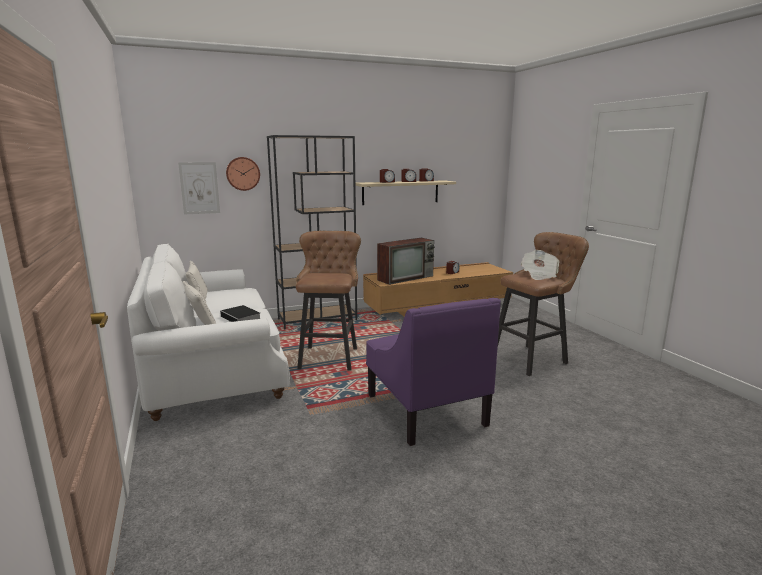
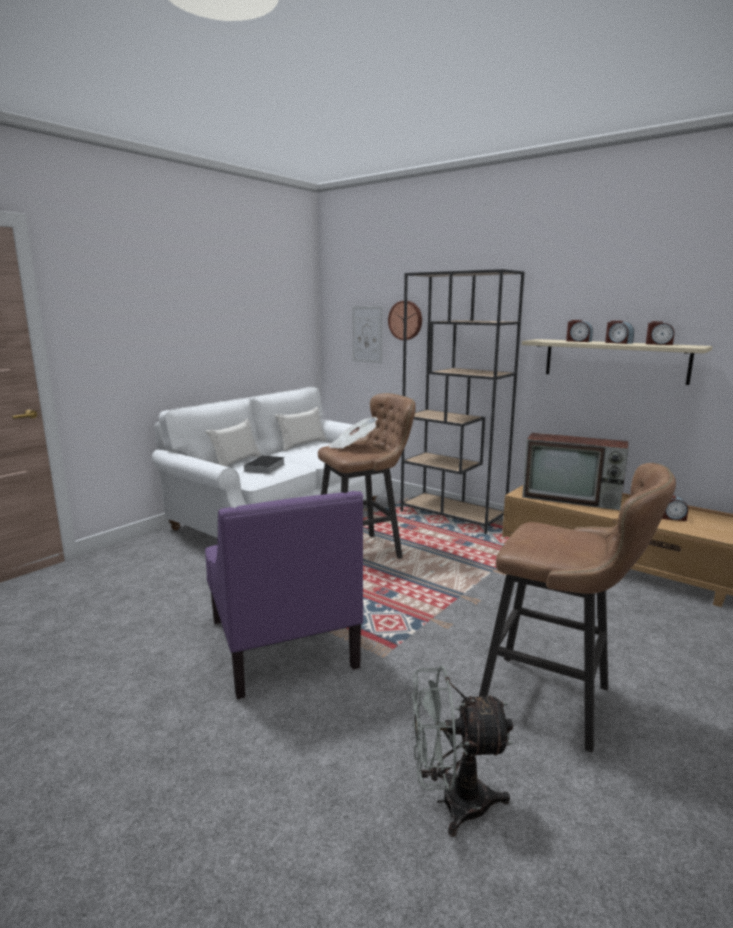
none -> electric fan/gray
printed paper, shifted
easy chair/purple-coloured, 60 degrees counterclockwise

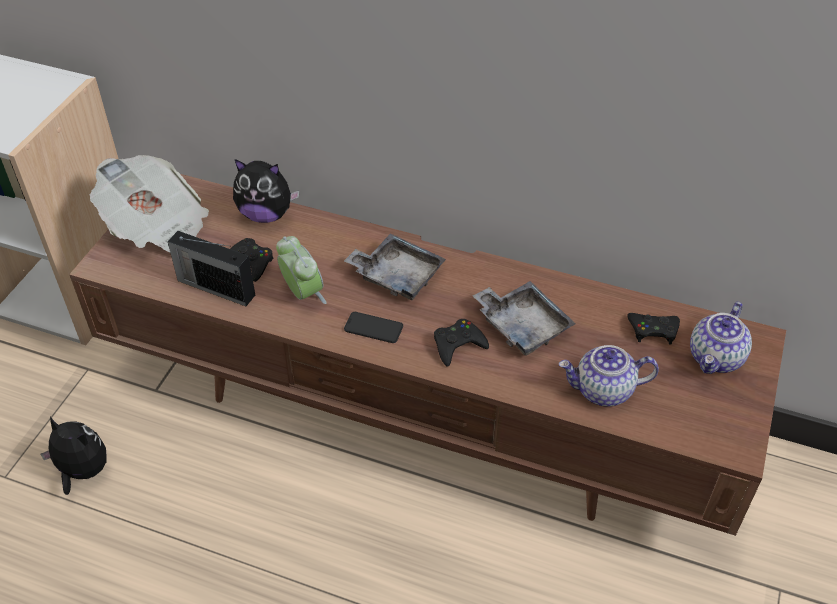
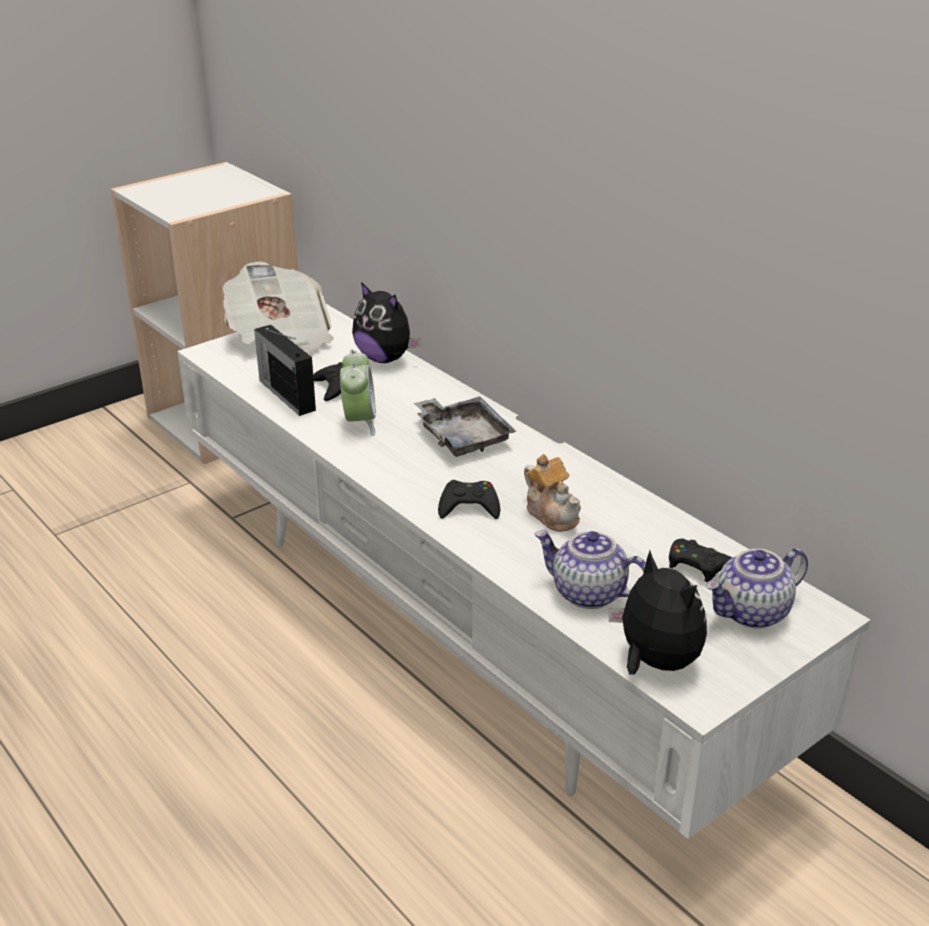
telephone -> none
soft toy (no. 1 from left in the first image) -> soft toy (no. 2 from left), shifted
serving tray/gray (no. 2 from left) -> tea pot (no. 1 from left)
tv unit/brown-coloured -> tv unit/white-coloured

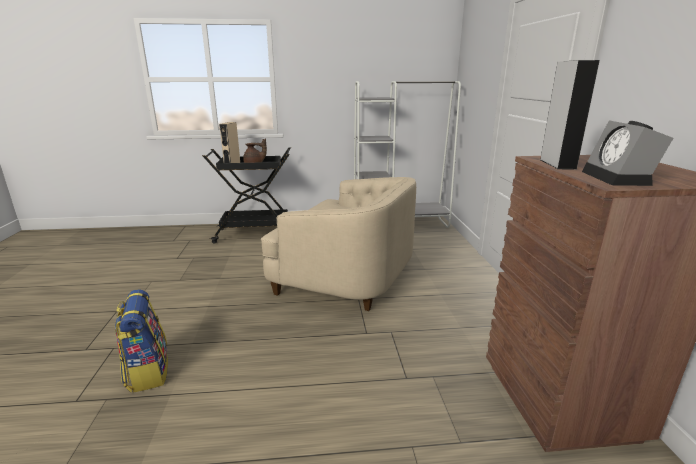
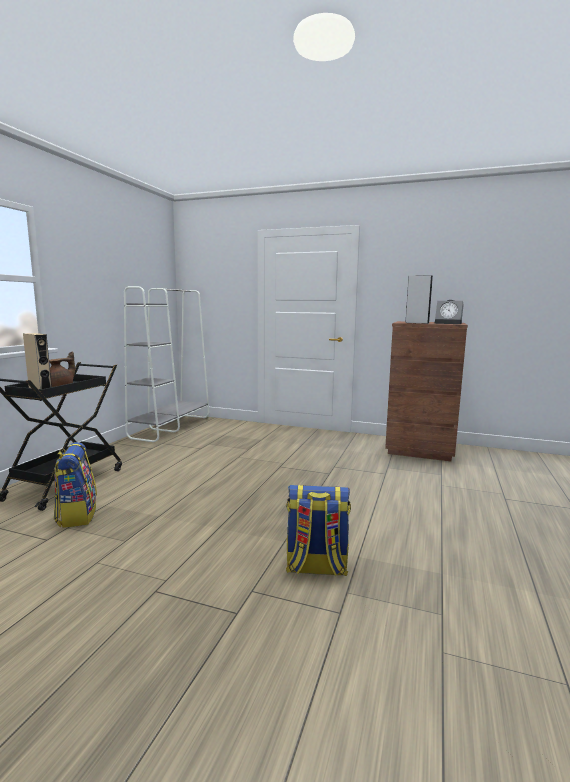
easy chair/sand-coloured -> none
none -> knapsack (no. 1 from left)

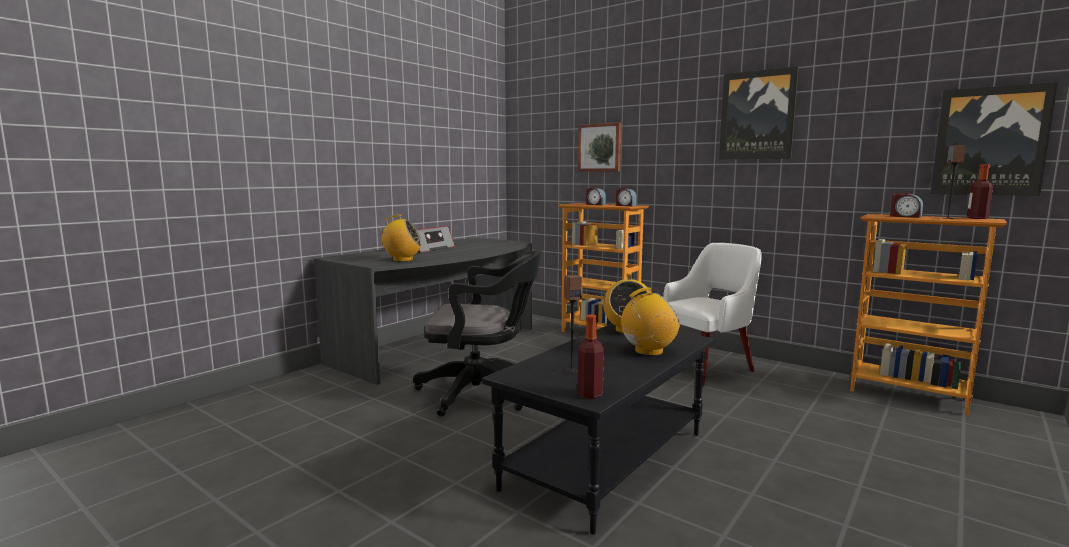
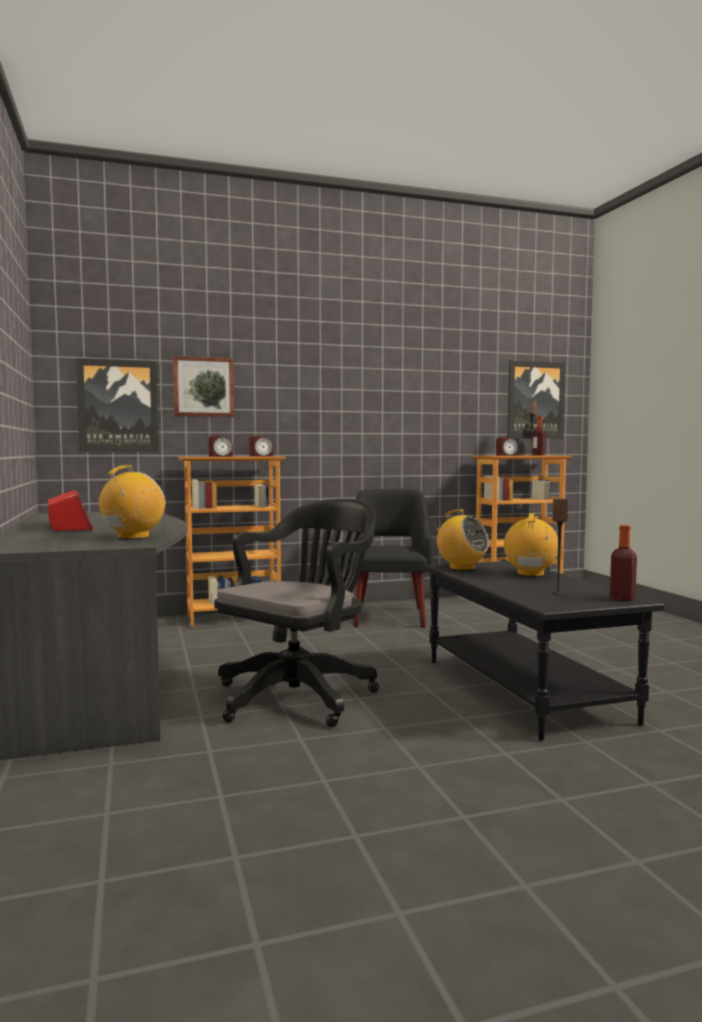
picture (no. 2 from left in the first image) -> picture (no. 1 from left), shifted
easy chair/white-coloured -> easy chair/black

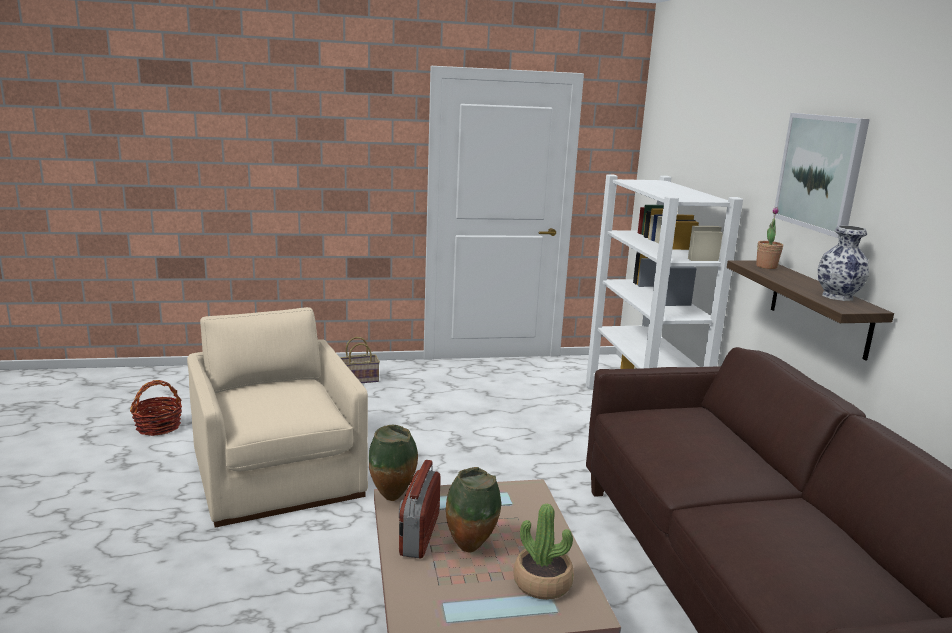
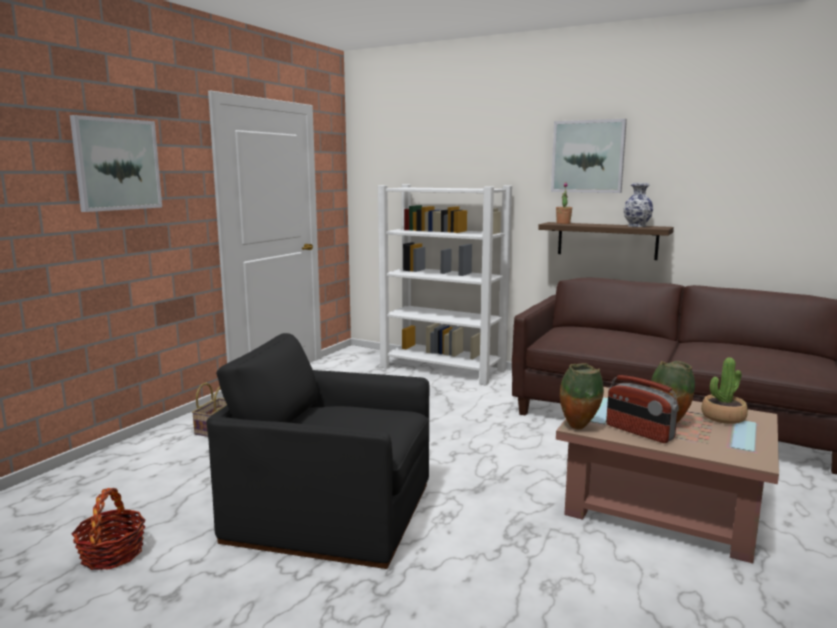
none -> picture (no. 1 from left)
easy chair/sand-coloured -> easy chair/black

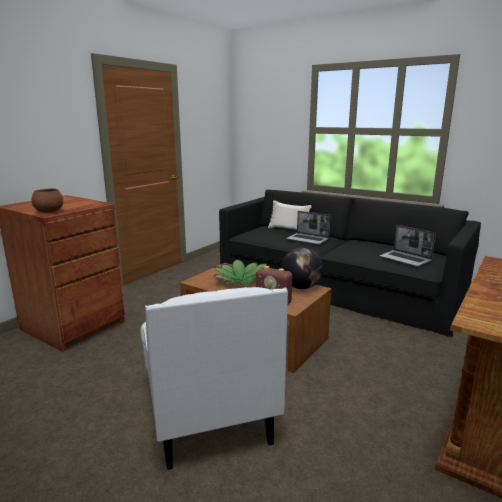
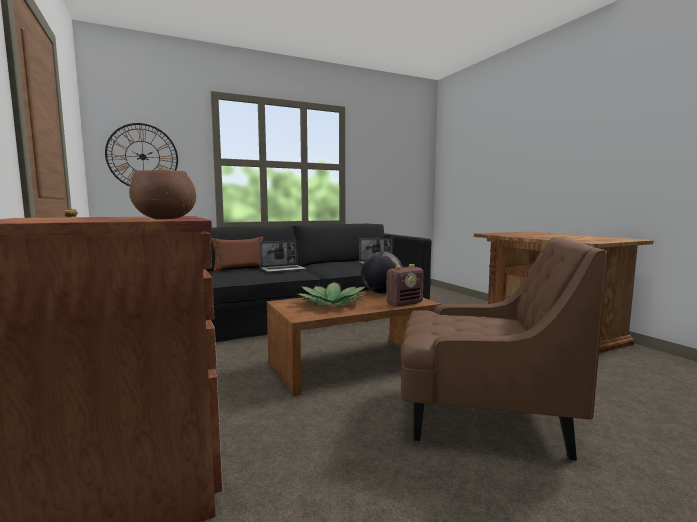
none -> clock on the wall
easy chair/white-coloured -> easy chair/brown-coloured
pillow/white-coloured -> pillow/brown-coloured

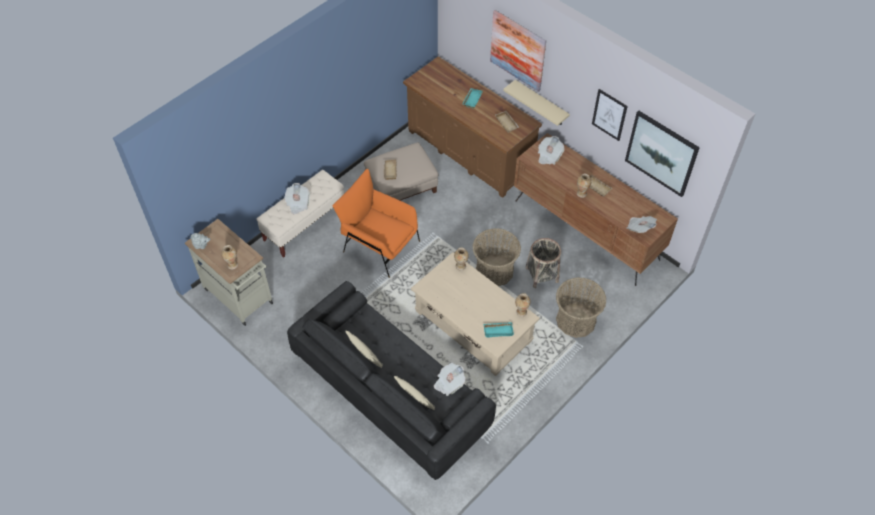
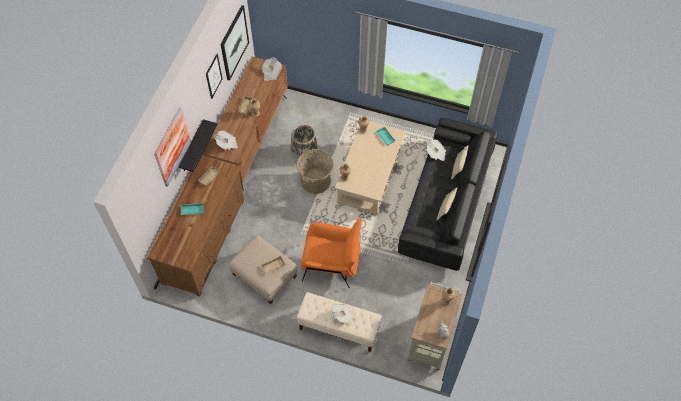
storage basket (no. 3 from left) -> none
shelf/sand-coloured -> shelf/black
easy chair/orange, 90 degrees counterclockwise

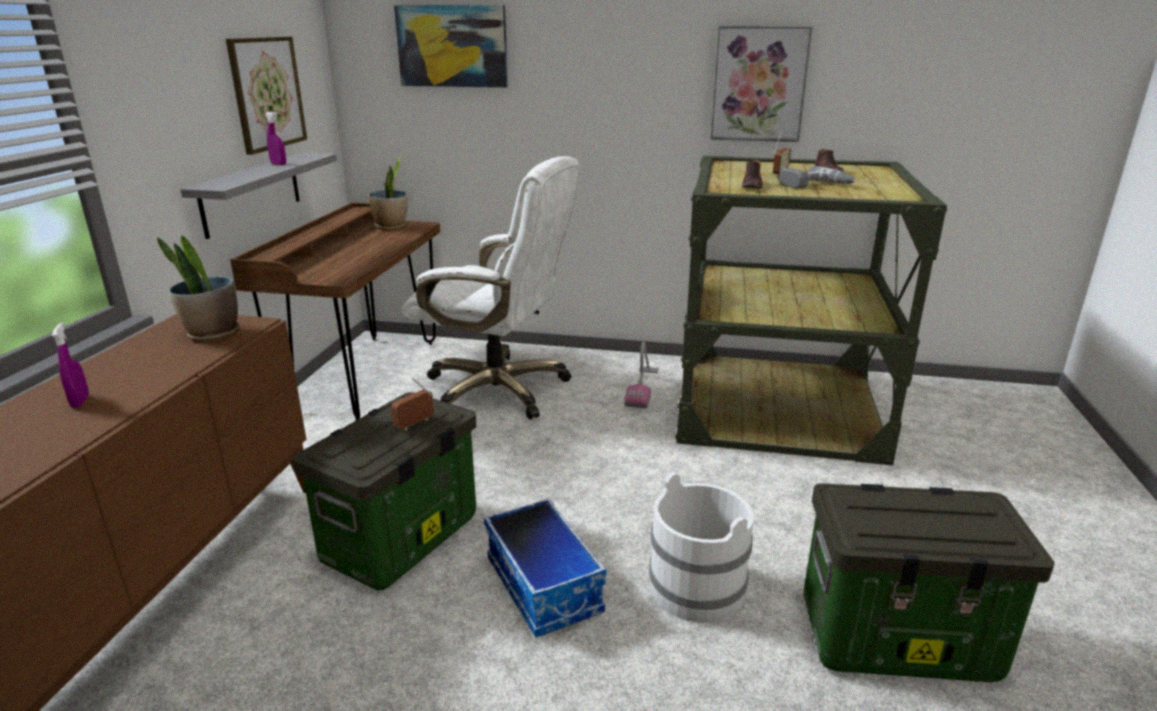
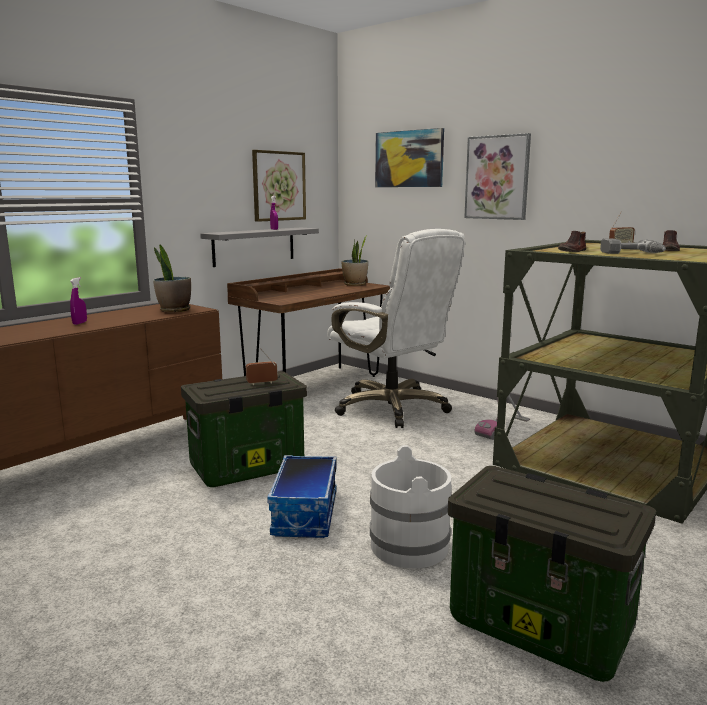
picture (no. 3 from left), shifted

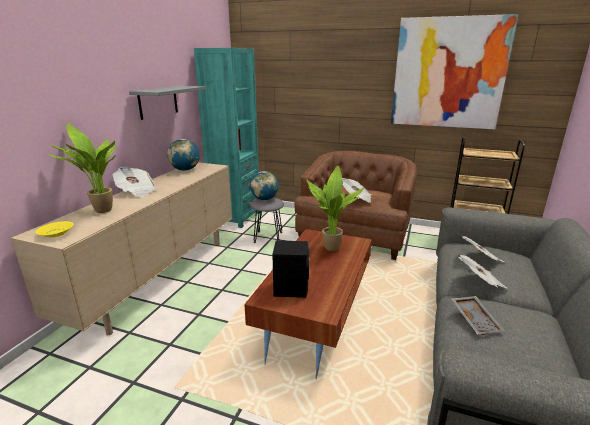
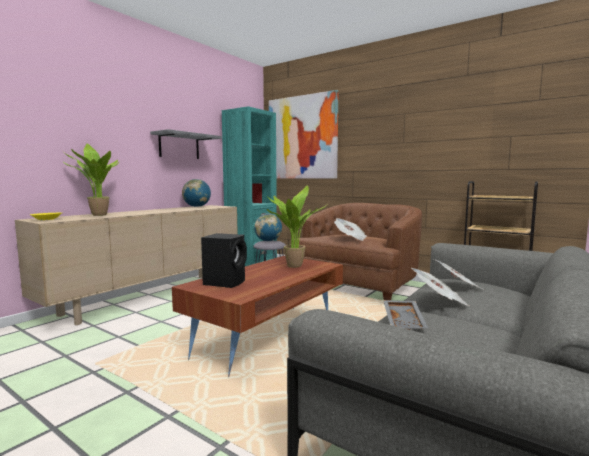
printed paper (no. 1 from left) -> none
picture, shifted

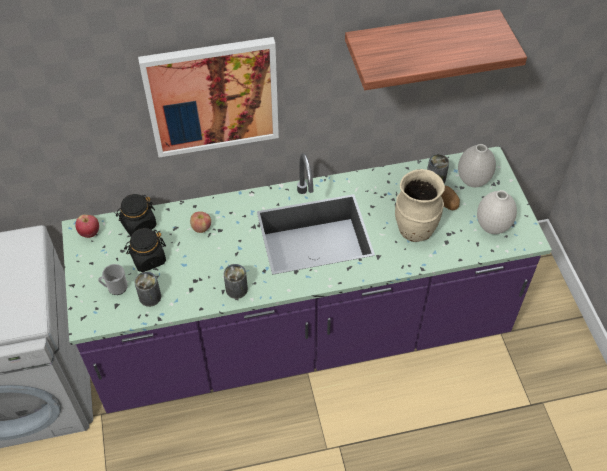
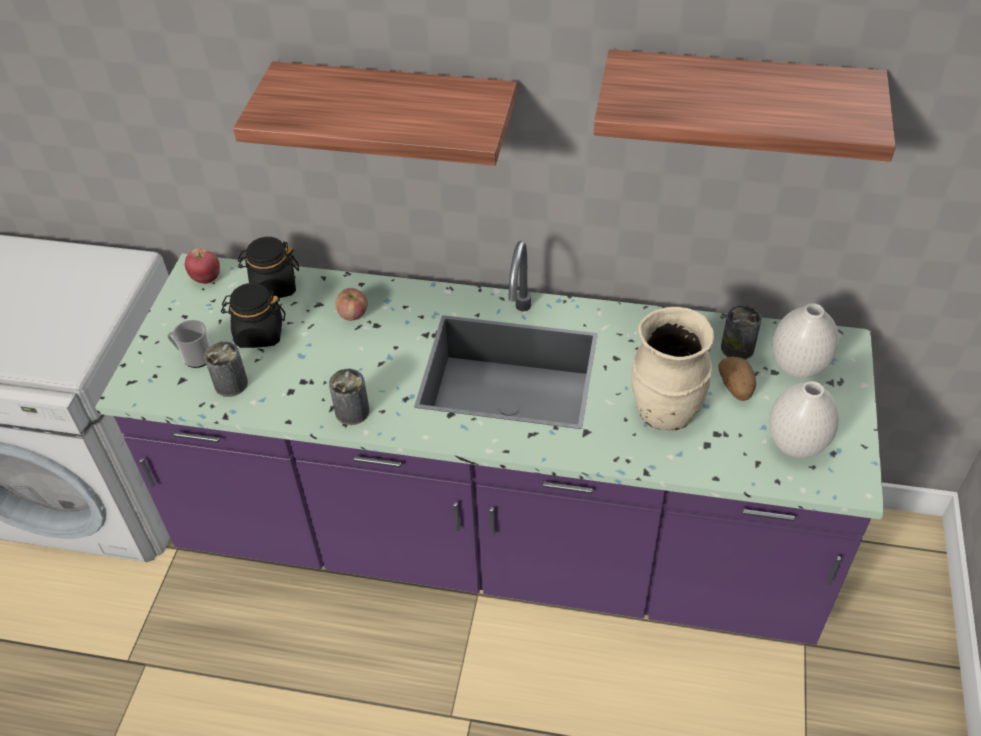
picture -> shelf (no. 1 from left)

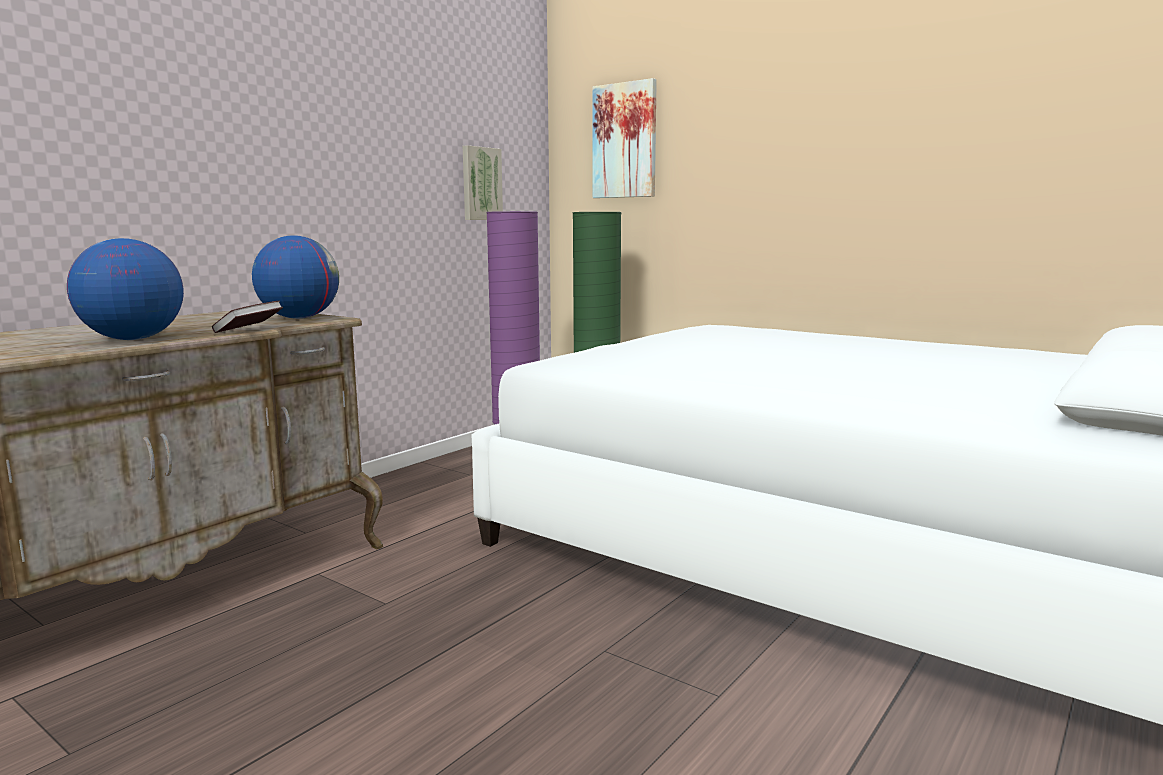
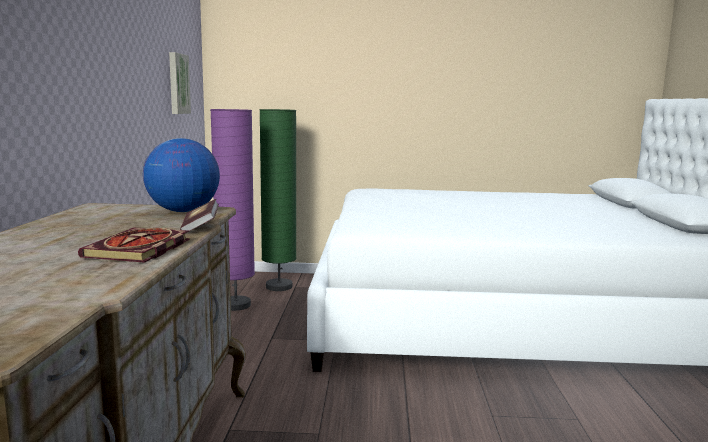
picture (no. 2 from left) -> none
globe (no. 1 from left) -> book (no. 1 from left)

